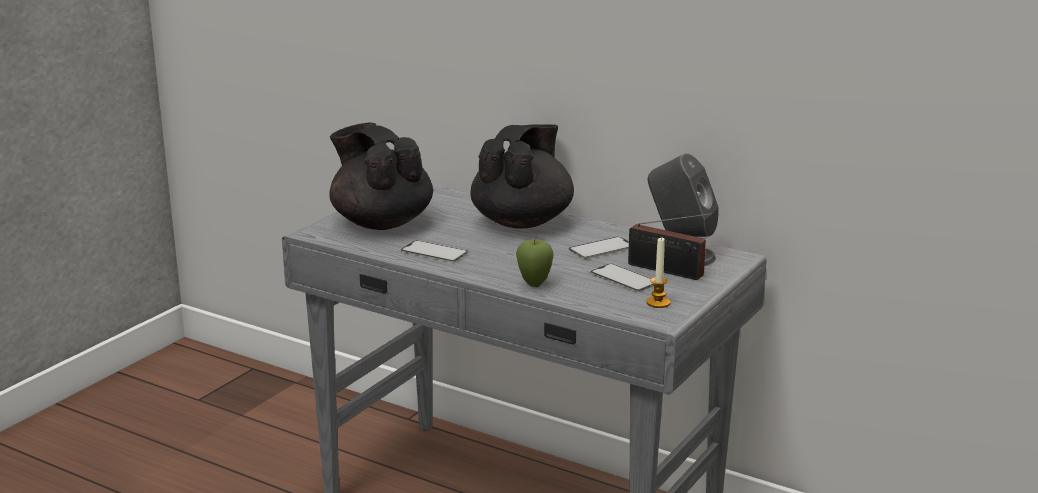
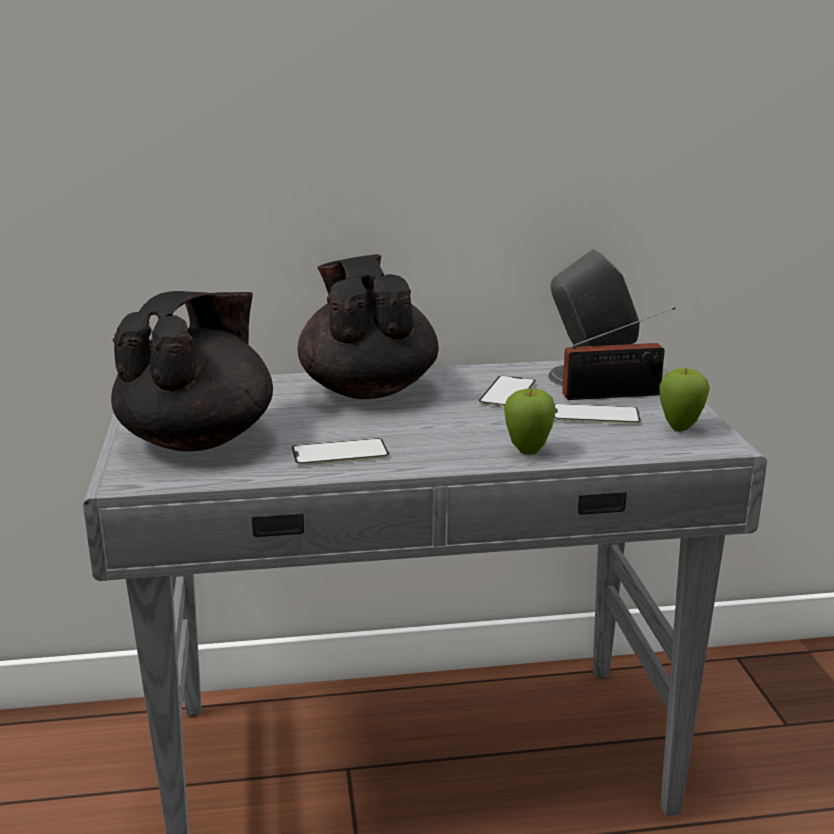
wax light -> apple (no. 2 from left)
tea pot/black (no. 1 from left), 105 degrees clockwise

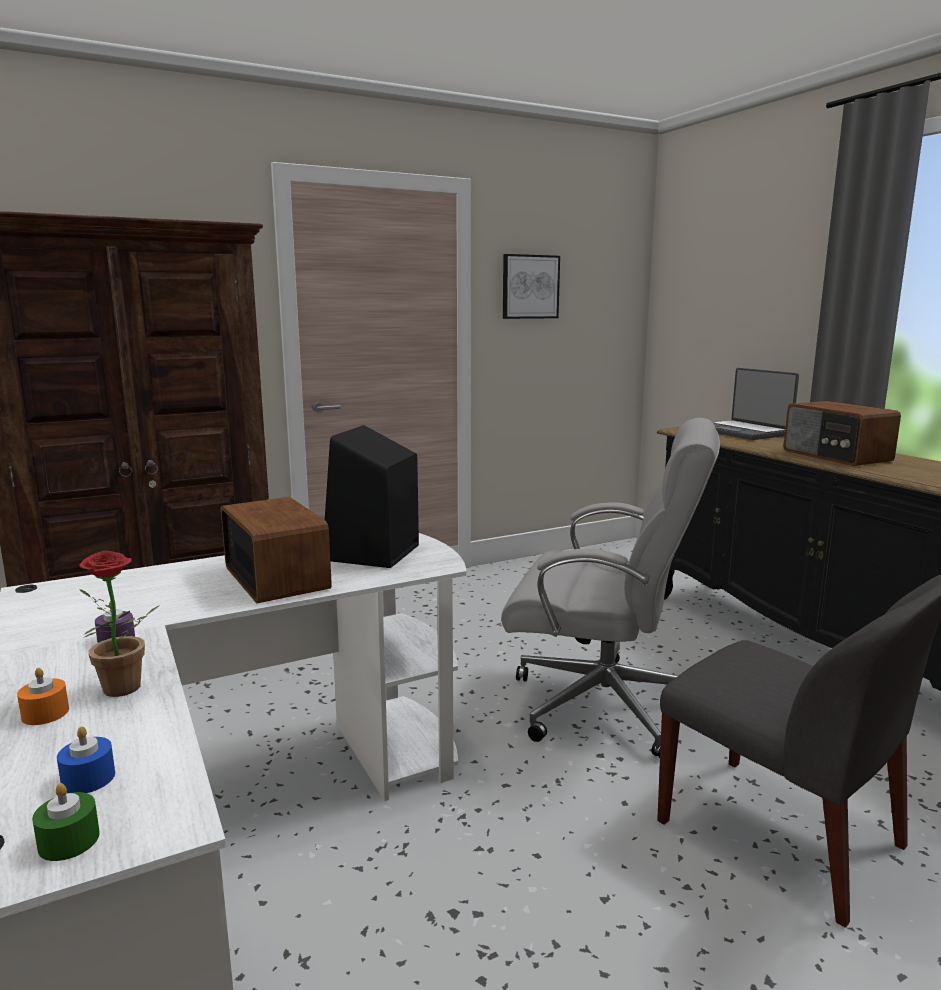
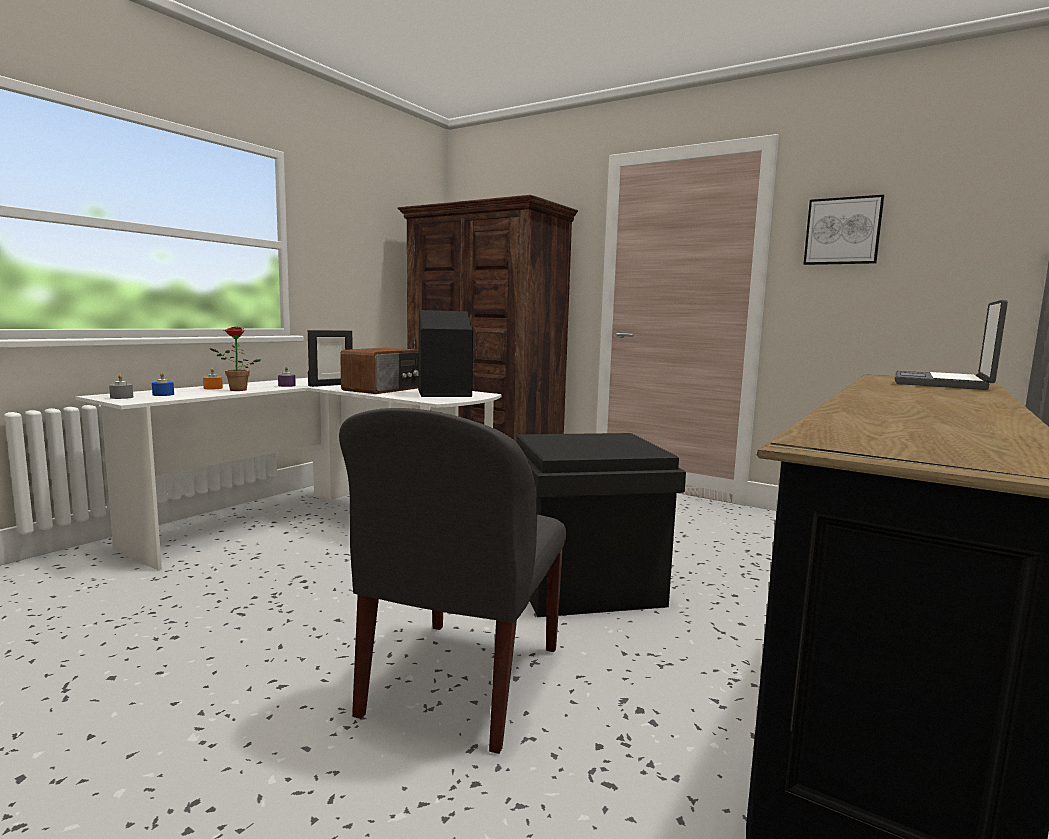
radio receiver (no. 2 from left) -> none
none -> picture frame
computer chair/gray -> storage container/black
wax light/green -> wax light/gray

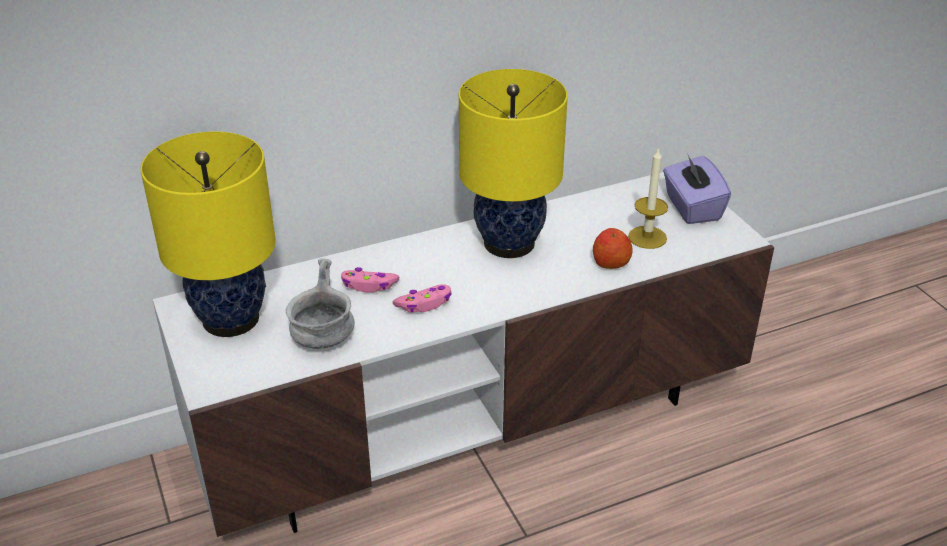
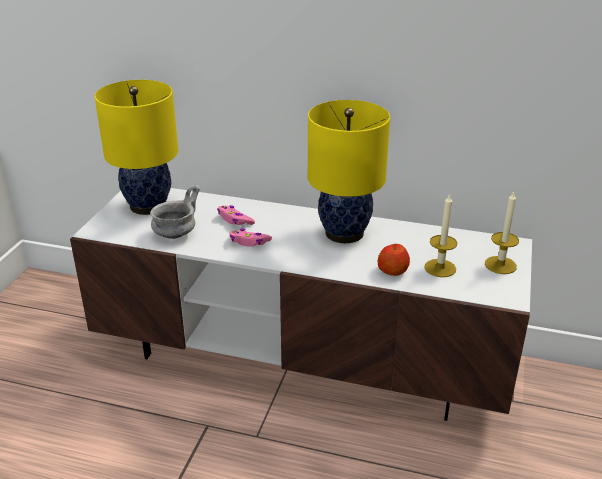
tissue box/purple-coloured -> wax light (no. 2 from left)

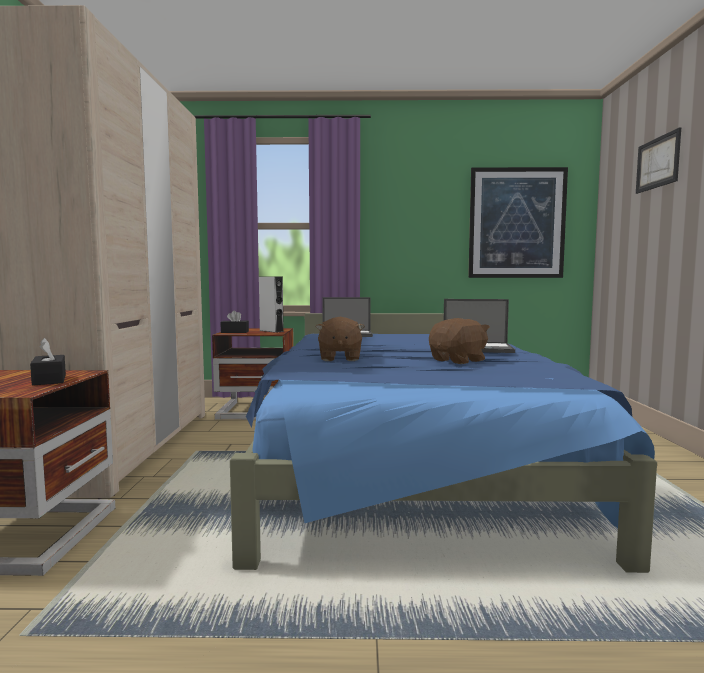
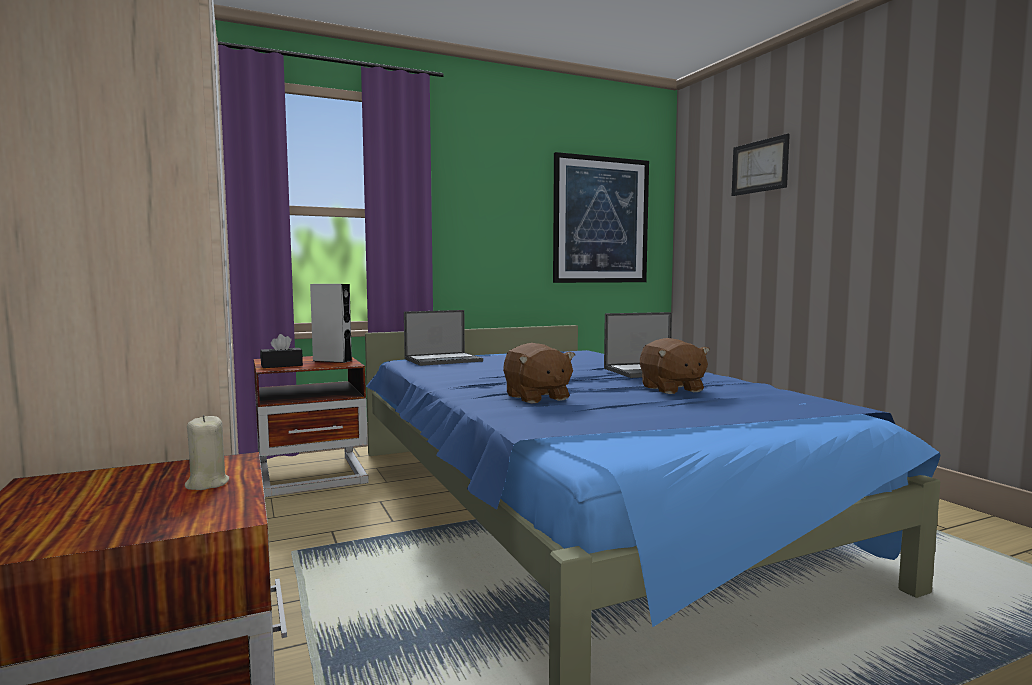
tissue box/black (no. 1 from left) -> wax light/sand-coloured
soft toy/brown-coloured (no. 2 from left), 135 degrees clockwise

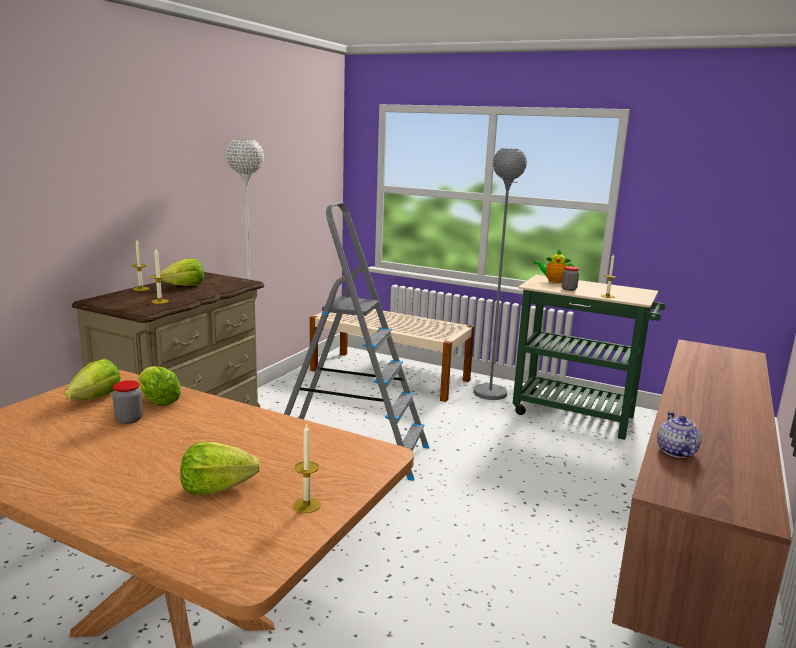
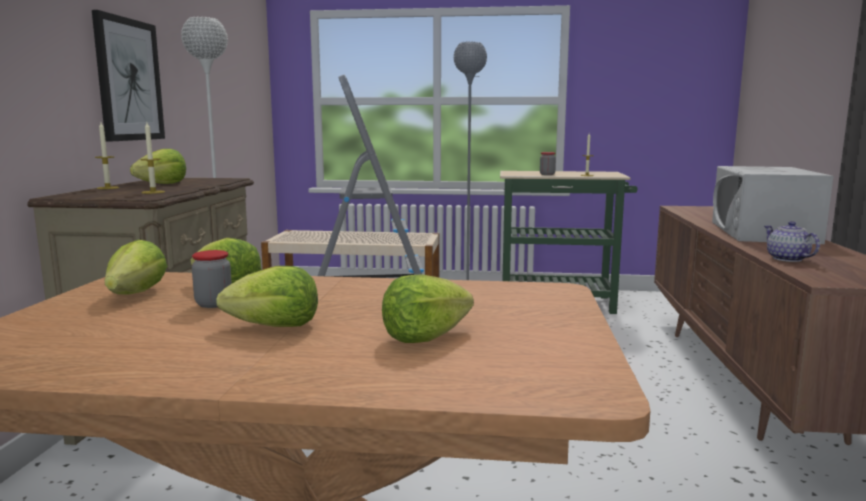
wax light (no. 3 from left) -> none
tea pot (no. 1 from left) -> none
none -> picture
none -> lettuce (no. 4 from left)
none -> microwave oven/white-coloured

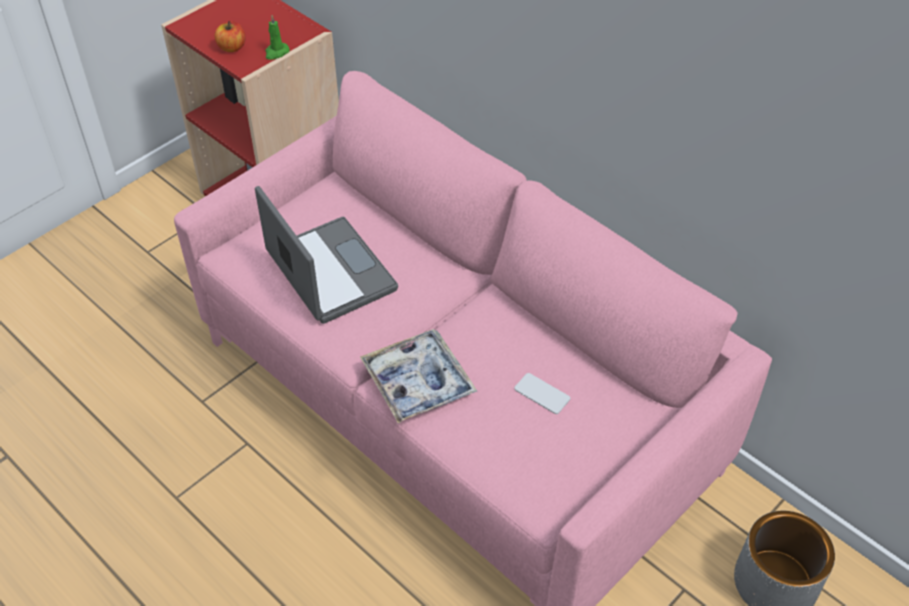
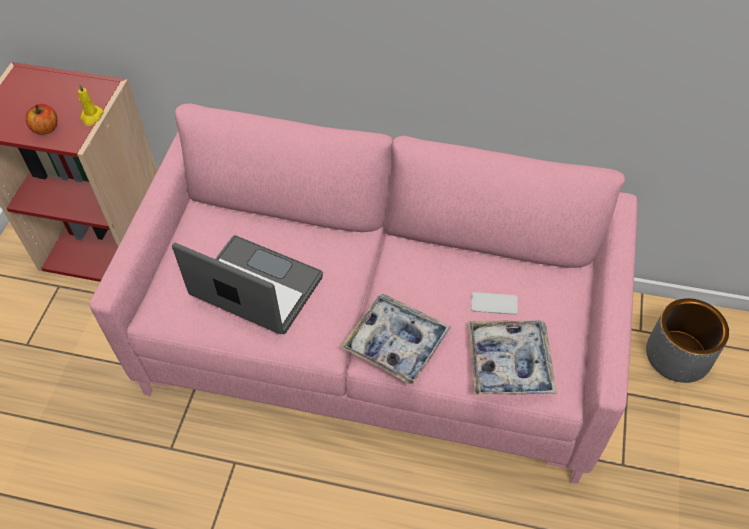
none -> serving tray (no. 2 from left)
wax light/green -> wax light/yellowish

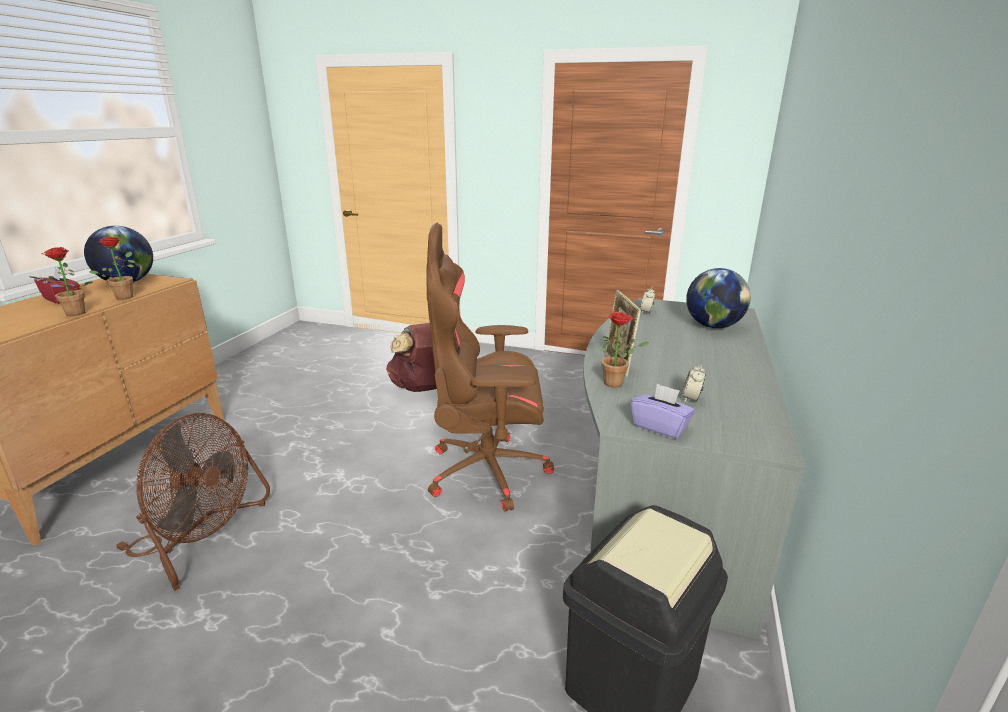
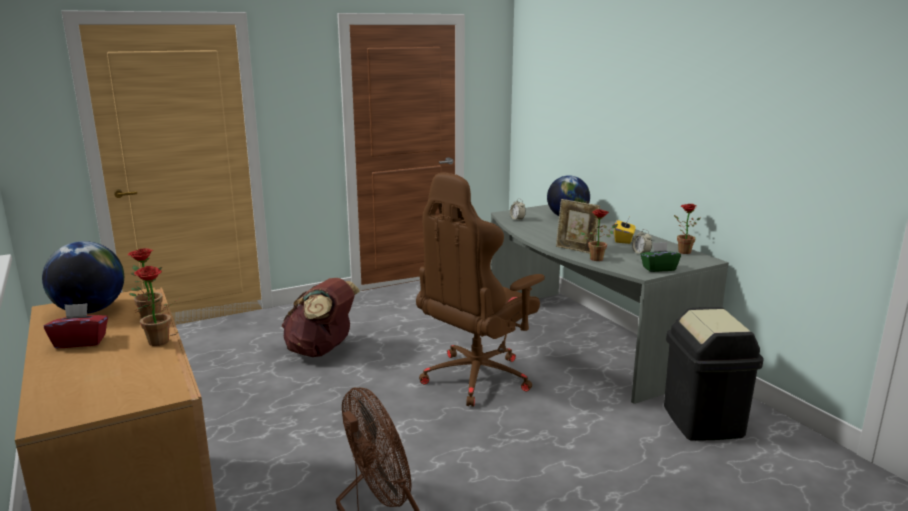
none -> tissue box/yellowish
none -> potted plant (no. 4 from left)
tissue box/purple-coloured -> tissue box/green

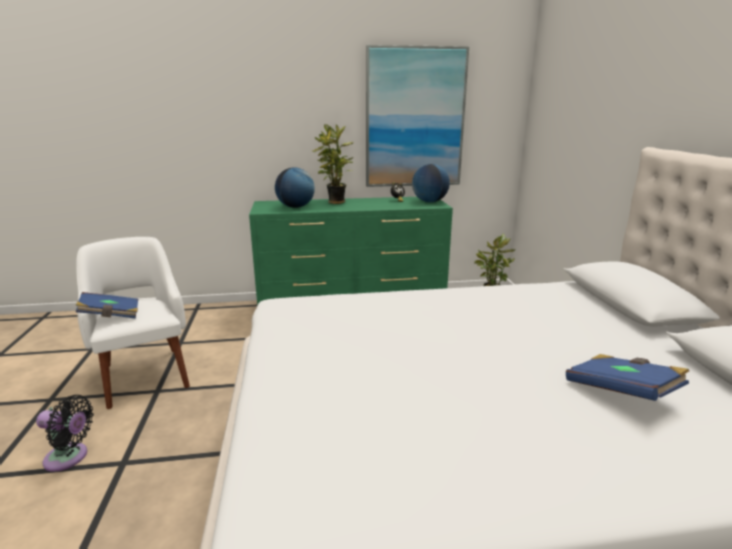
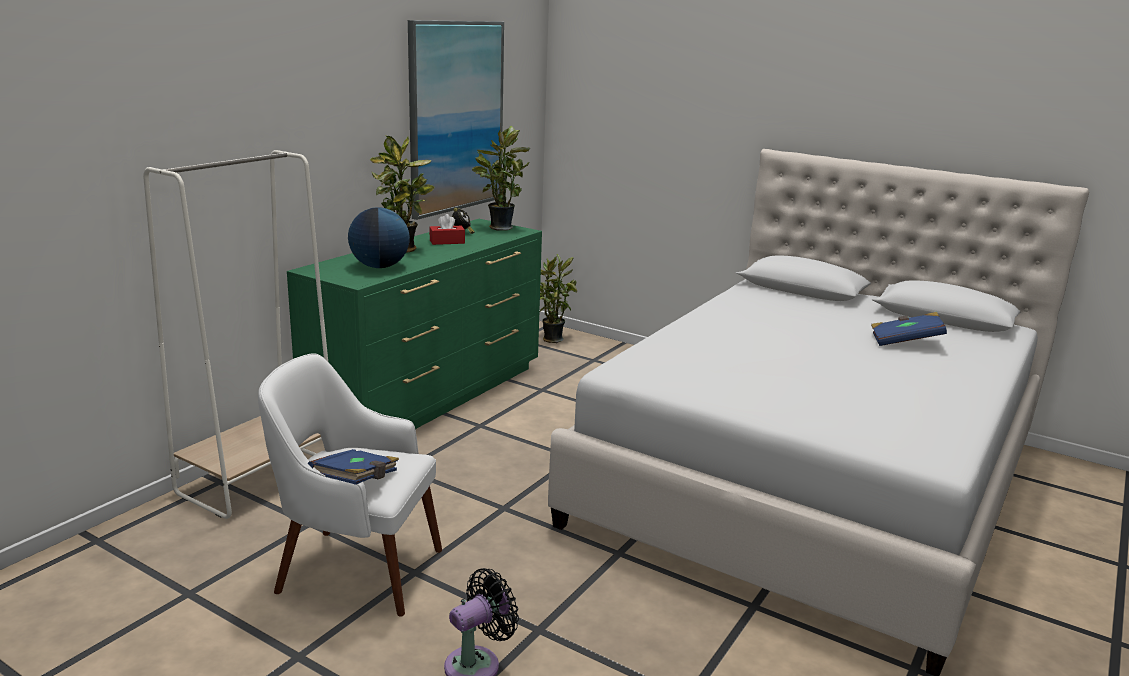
none -> garment rack
none -> tissue box/red-coloured
globe (no. 2 from left) -> potted plant (no. 2 from left)

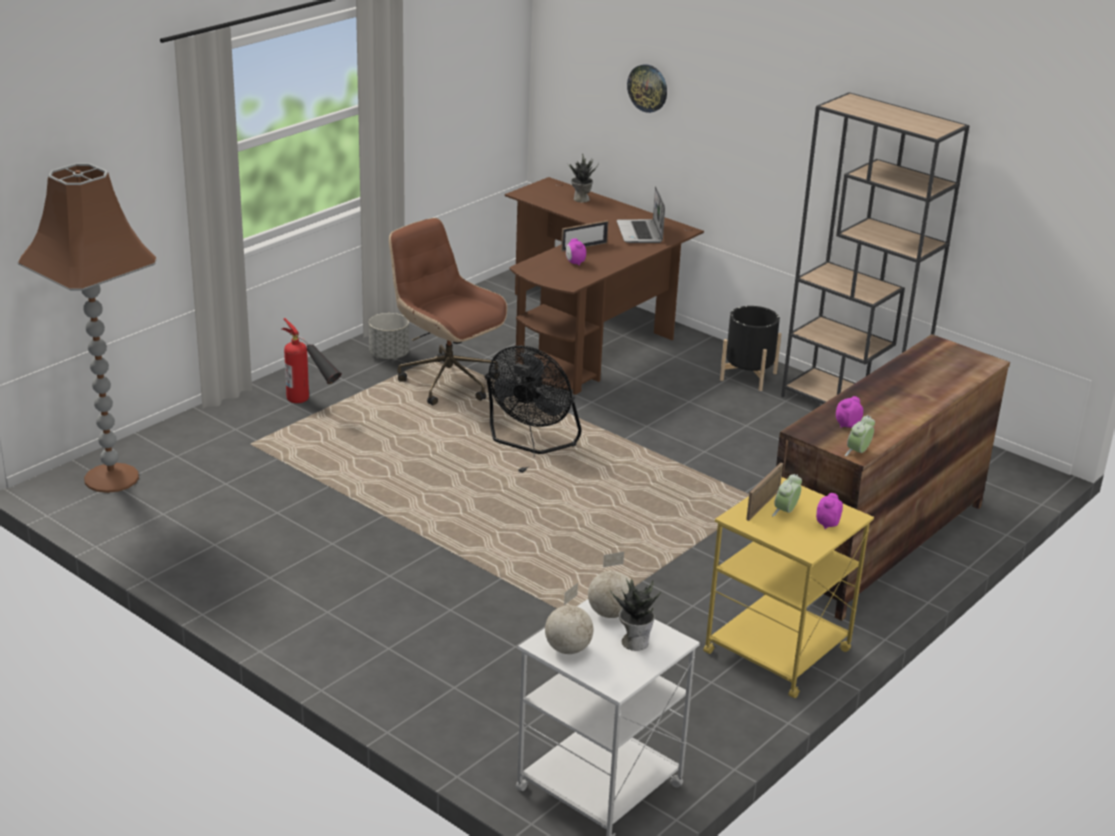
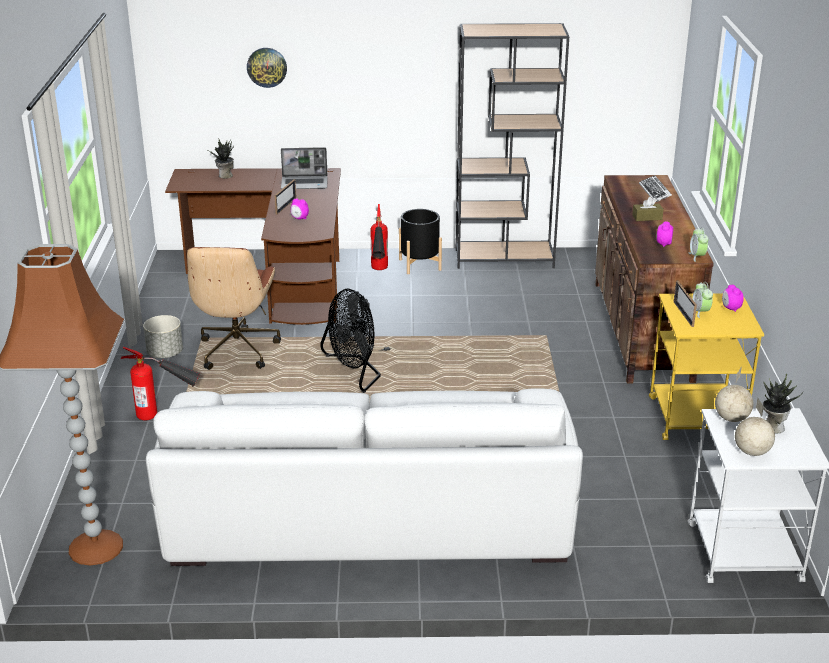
none -> sofa/white-coloured
none -> fire extinguisher (no. 2 from left)
none -> tissue box/brown-coloured
none -> keyboard
computer chair/brown-coloured, 90 degrees counterclockwise
electric fan/black, 105 degrees counterclockwise
laptop, 45 degrees counterclockwise

